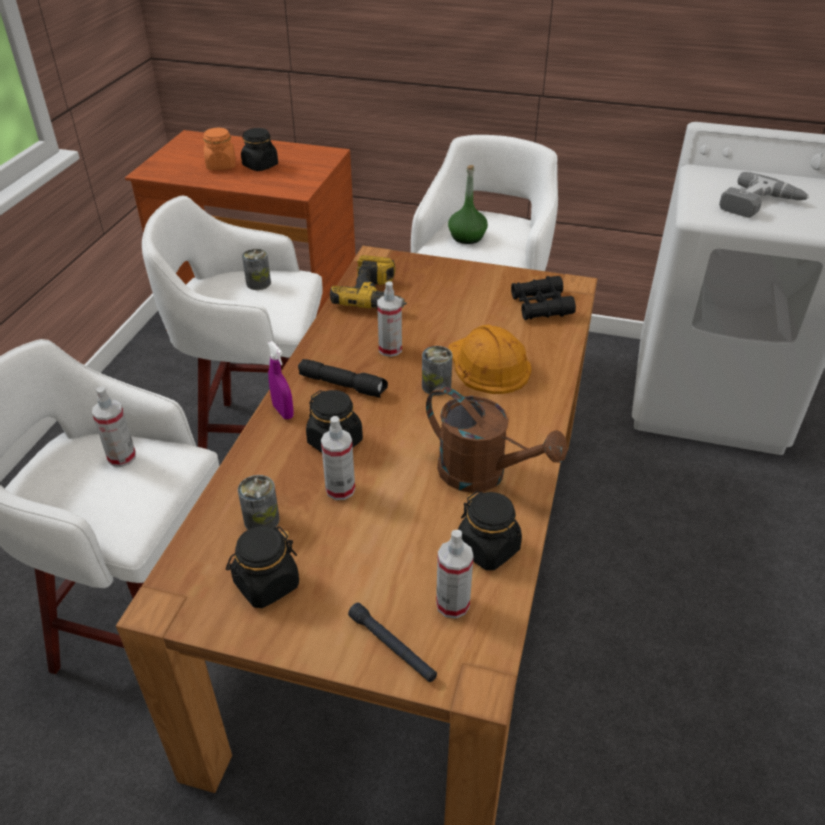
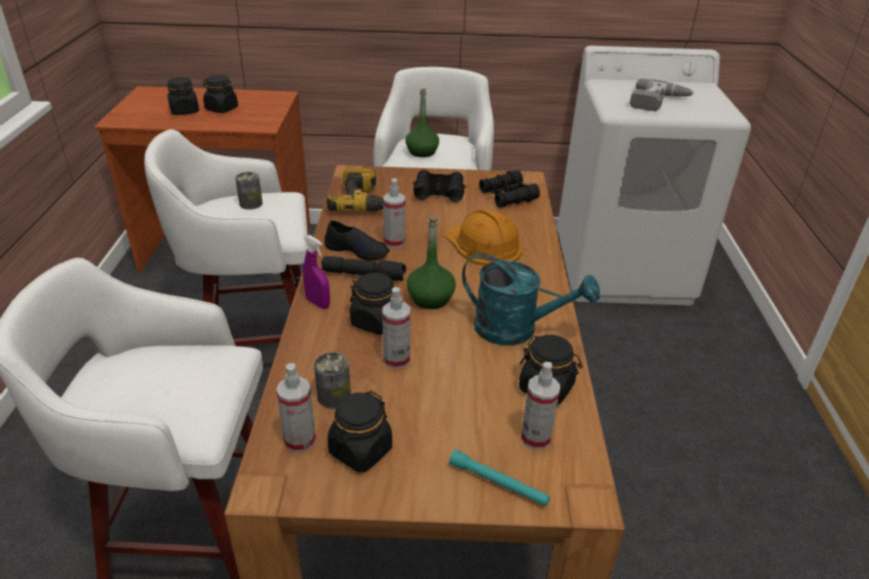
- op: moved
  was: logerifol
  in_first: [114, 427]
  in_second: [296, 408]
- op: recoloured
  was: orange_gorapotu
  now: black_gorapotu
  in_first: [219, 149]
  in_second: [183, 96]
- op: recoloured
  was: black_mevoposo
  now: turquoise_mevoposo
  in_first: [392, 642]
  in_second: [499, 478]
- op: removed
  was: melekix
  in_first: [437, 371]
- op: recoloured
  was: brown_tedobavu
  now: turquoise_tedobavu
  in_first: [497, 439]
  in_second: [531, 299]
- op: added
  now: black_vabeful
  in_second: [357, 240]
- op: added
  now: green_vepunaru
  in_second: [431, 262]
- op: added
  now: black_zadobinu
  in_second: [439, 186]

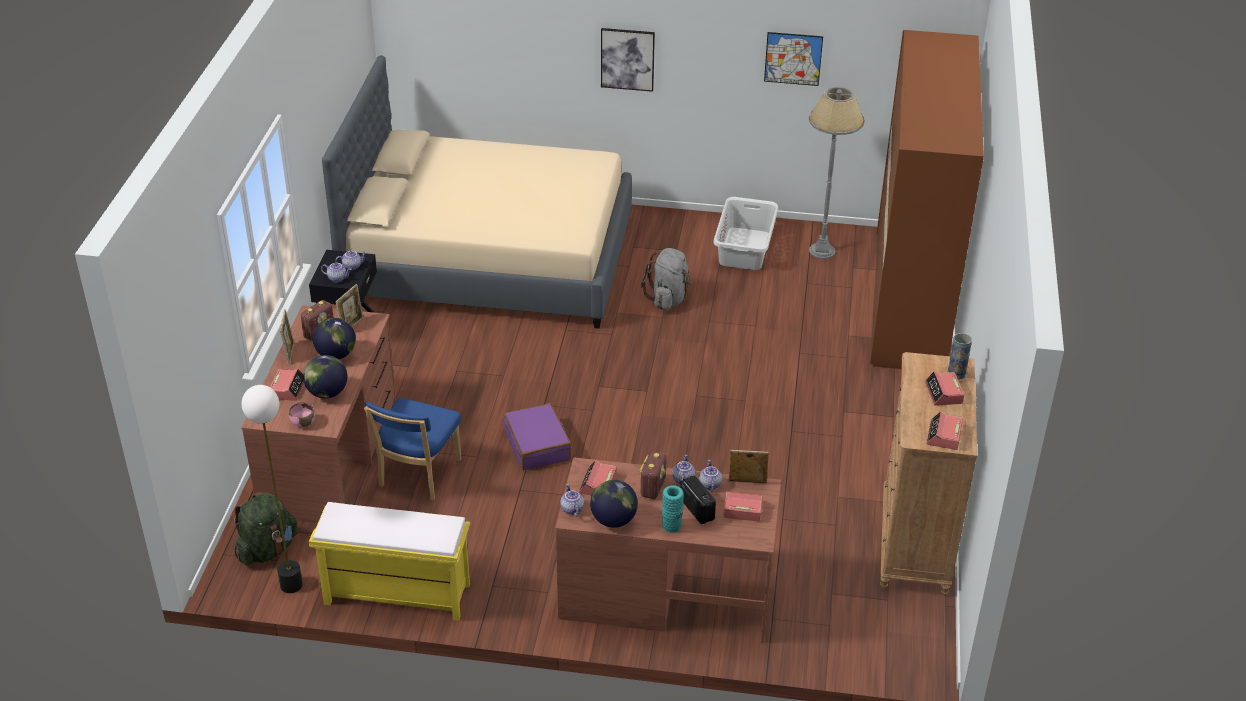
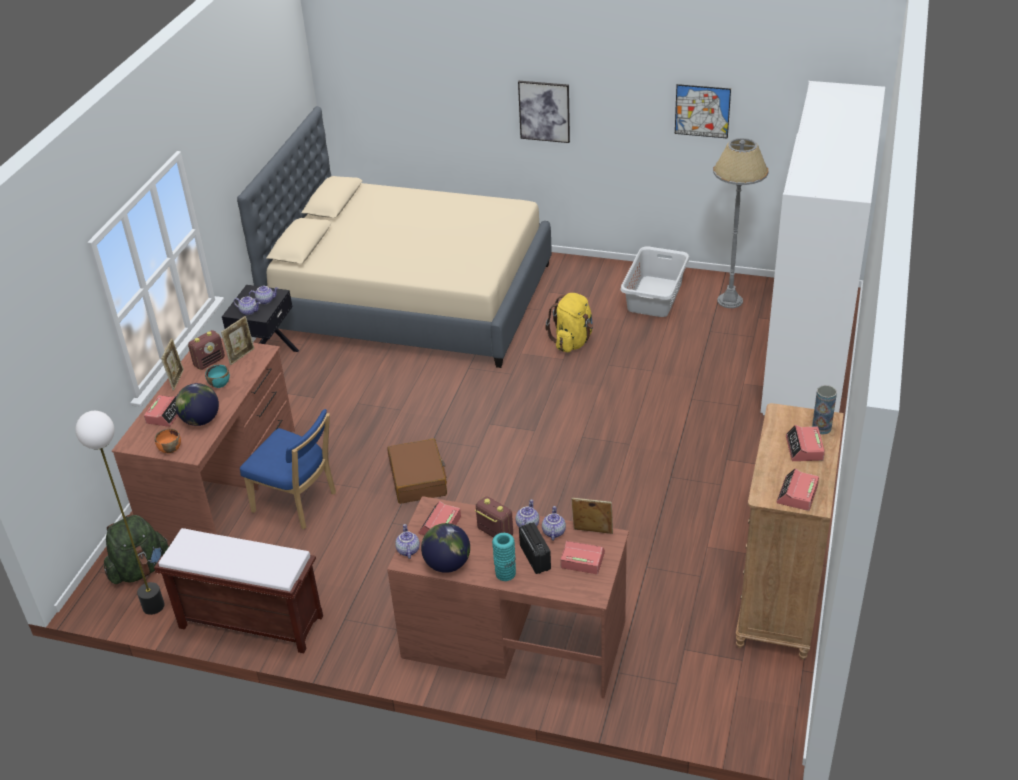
- op: recoloured
  was: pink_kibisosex
  now: orange_kibisosex
  in_first: [302, 415]
  in_second: [168, 441]
- op: recoloured
  was: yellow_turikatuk
  now: brown_turikatuk
  in_first: [389, 561]
  in_second: [238, 590]
- op: replaced
  was: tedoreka
  now: turquoise_kibisosex
  in_first: [334, 338]
  in_second: [217, 376]
- op: turned
  was: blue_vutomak
  in_first: [413, 449]
  in_second: [288, 469]
  clockwise: -90
- op: recoloured
  was: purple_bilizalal
  now: brown_bilizalal
  in_first: [537, 436]
  in_second: [417, 471]
- op: turned
  was: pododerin
  in_first: [653, 475]
  in_second: [494, 517]
  clockwise: -75
- op: recoloured
  was: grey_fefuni
  now: yellow_fefuni
  in_first: [666, 279]
  in_second: [569, 322]
- op: recoloured
  was: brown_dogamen
  now: white_dogamen
  in_first: [927, 199]
  in_second: [823, 248]

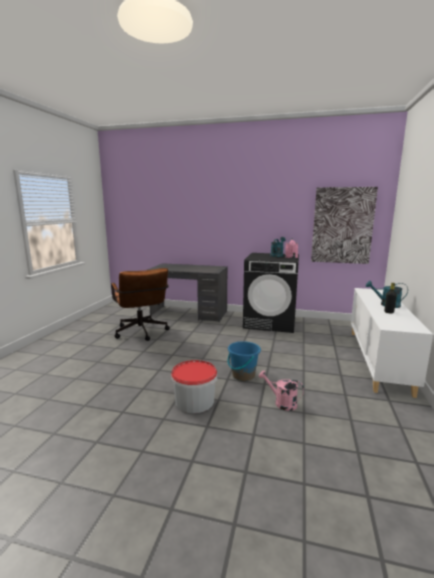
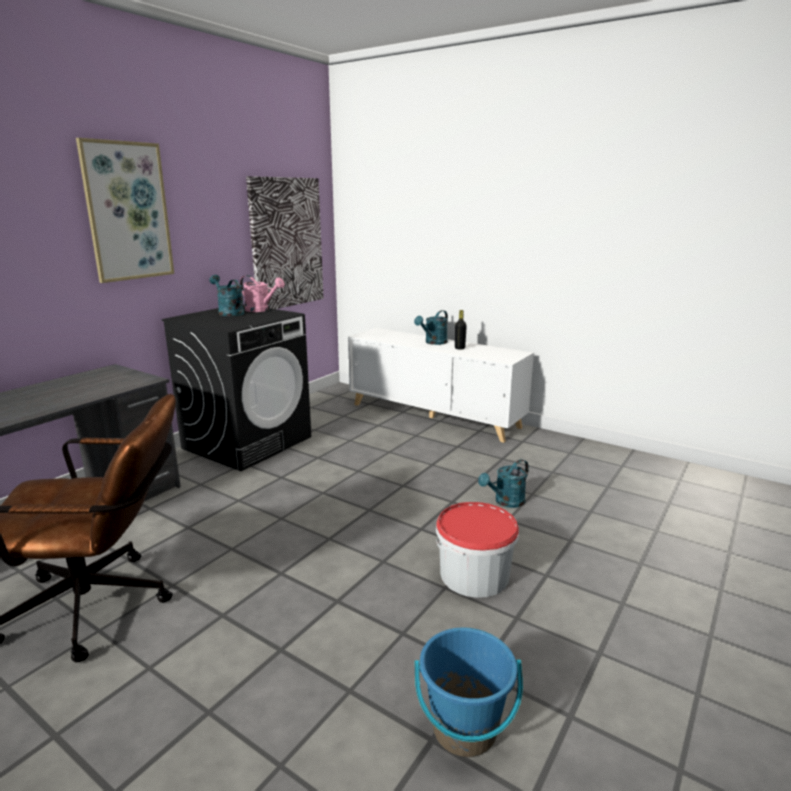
- op: moved
  was: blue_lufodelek
  in_first: [244, 361]
  in_second: [469, 692]
- op: recoloured
  was: pink_tedobavu
  now: turquoise_tedobavu
  in_first: [281, 390]
  in_second: [503, 483]
- op: added
  now: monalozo
  in_second: [125, 210]

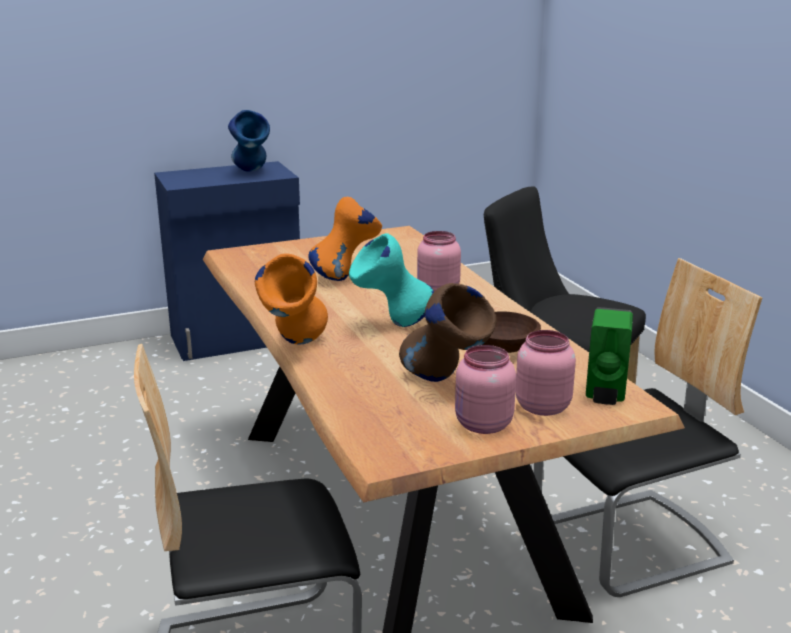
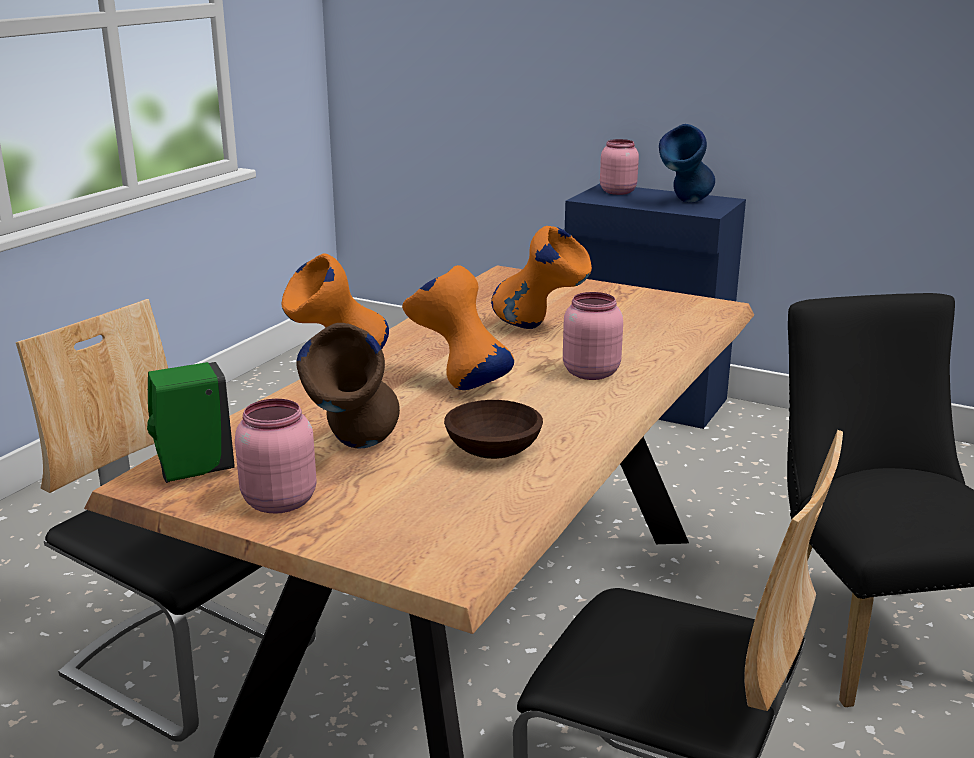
- op: recoloured
  was: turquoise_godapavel
  now: orange_godapavel
  in_first: [391, 280]
  in_second: [458, 327]
- op: moved
  was: pink_gorapotu
  in_first: [546, 373]
  in_second: [619, 167]
- op: moved
  was: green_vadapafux
  in_first: [609, 356]
  in_second: [191, 422]

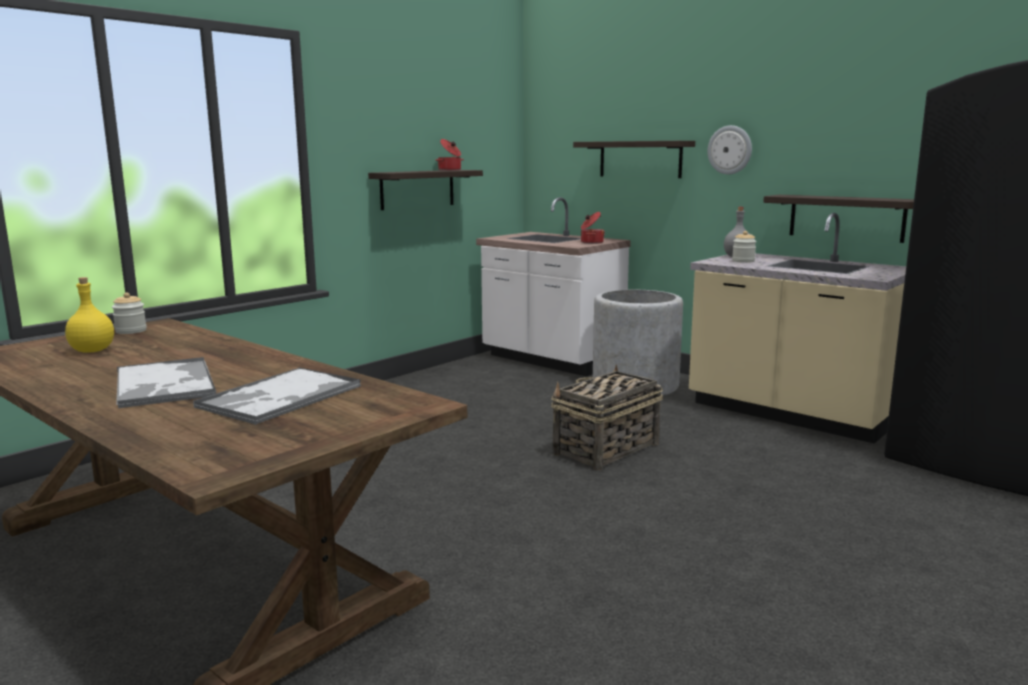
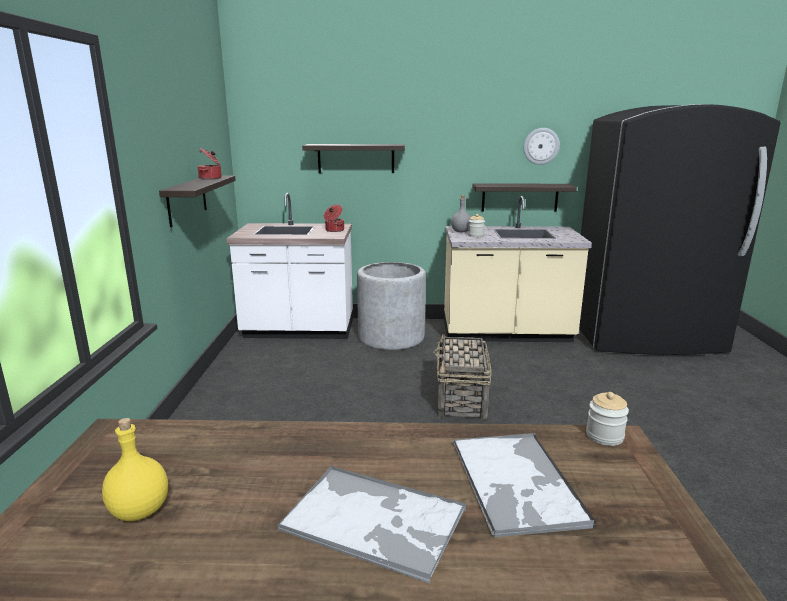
- op: moved
  was: gorapotu
  in_first: [129, 313]
  in_second: [607, 419]
- op: moved
  was: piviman
  in_first: [729, 150]
  in_second: [542, 146]

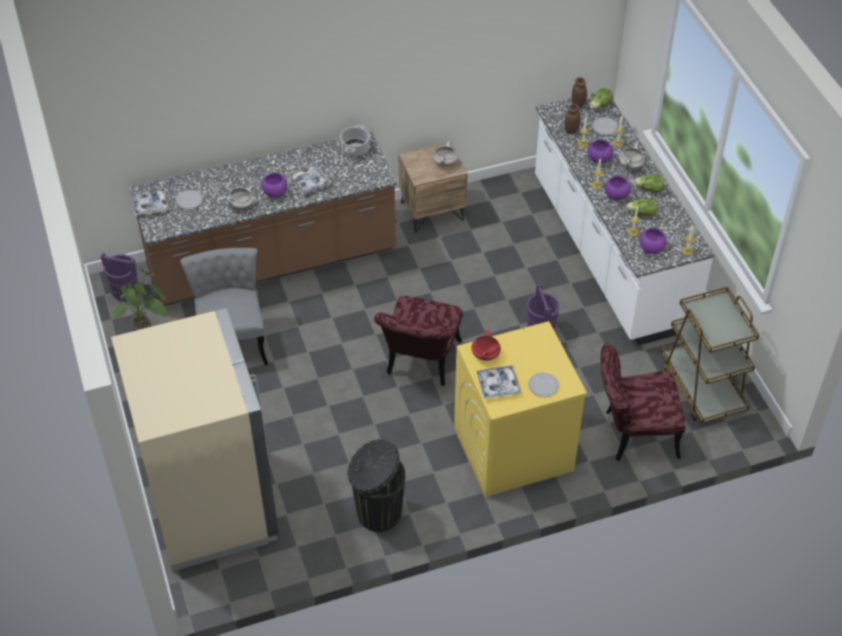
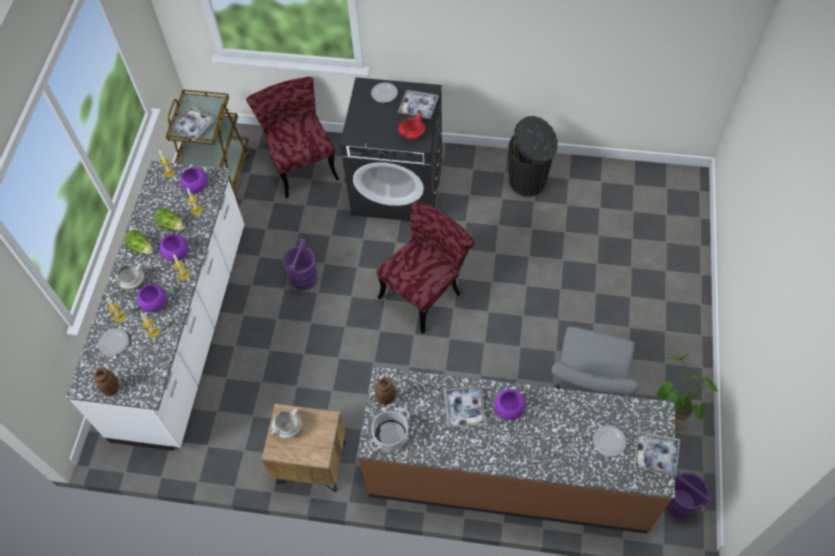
- op: removed
  was: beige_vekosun
  in_first: [195, 440]
- op: removed
  was: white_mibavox
  in_first: [240, 198]
- op: recoloured
  was: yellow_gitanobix
  now: black_gitanobix
  in_first: [520, 409]
  in_second: [391, 149]
- op: moved
  was: brown_gorapotu
  in_first: [572, 119]
  in_second: [385, 391]
- op: removed
  was: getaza
  in_first: [601, 98]
- op: turned
  was: red_vutomak
  in_first: [643, 402]
  in_second: [293, 137]
  clockwise: -135
- op: added
  now: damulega
  in_second: [192, 123]

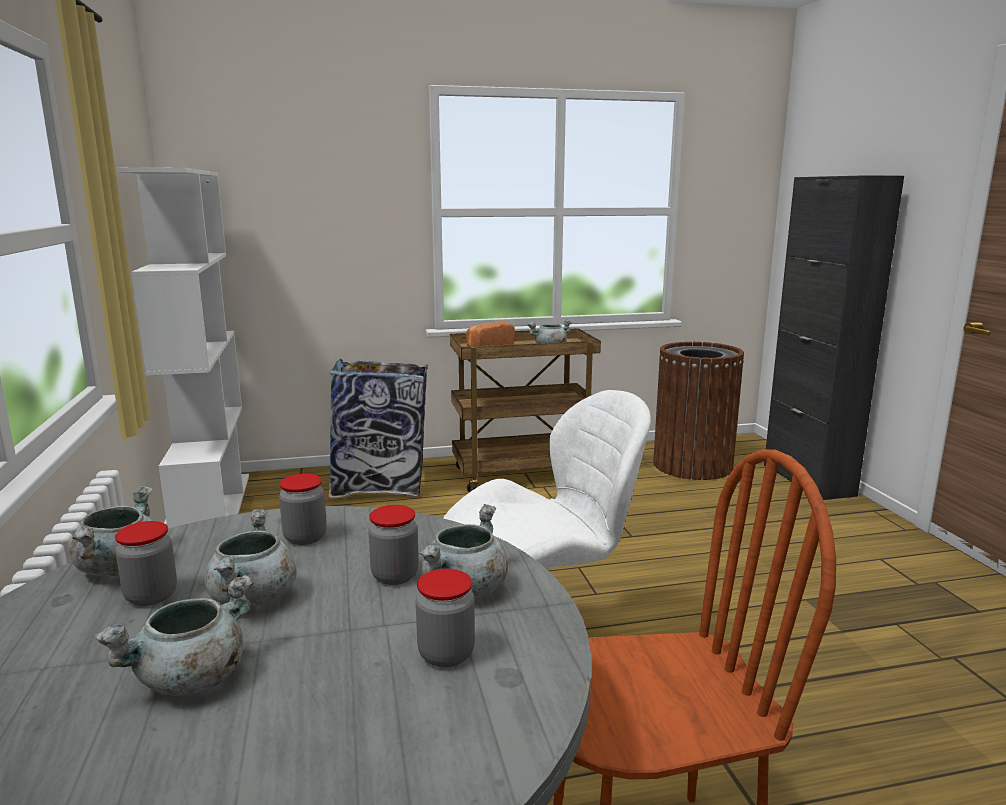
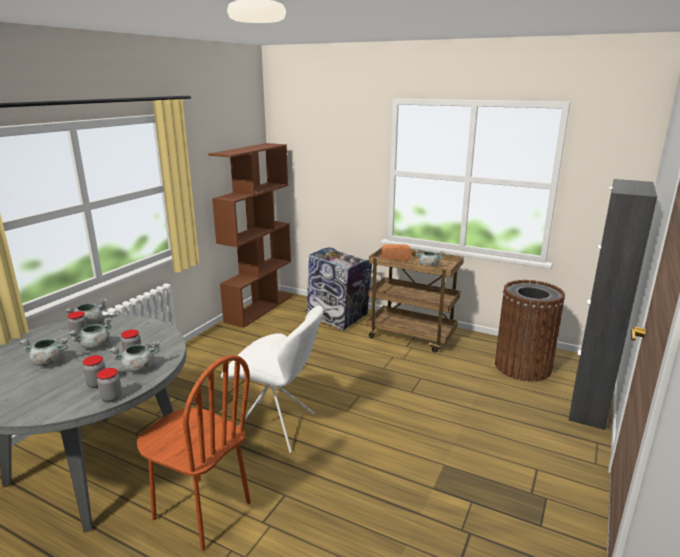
- op: recoloured
  was: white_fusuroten
  now: brown_fusuroten
  in_first: [183, 348]
  in_second: [250, 235]
- op: moved
  was: gorapotu
  in_first: [303, 509]
  in_second: [109, 385]

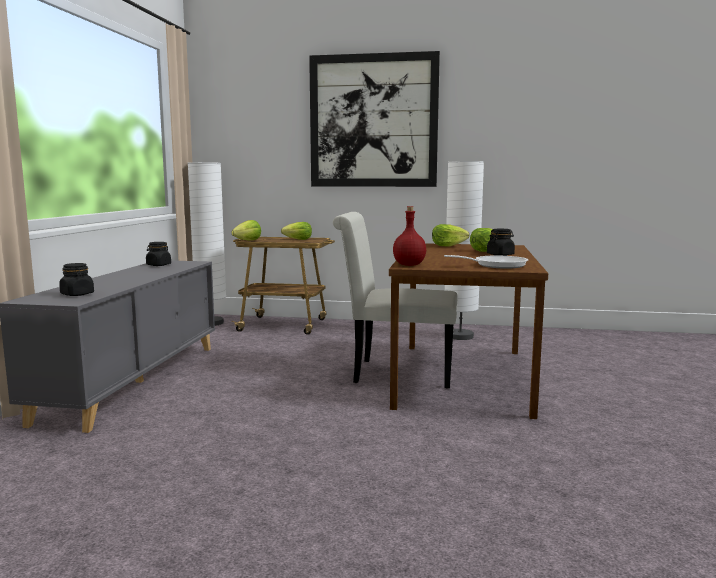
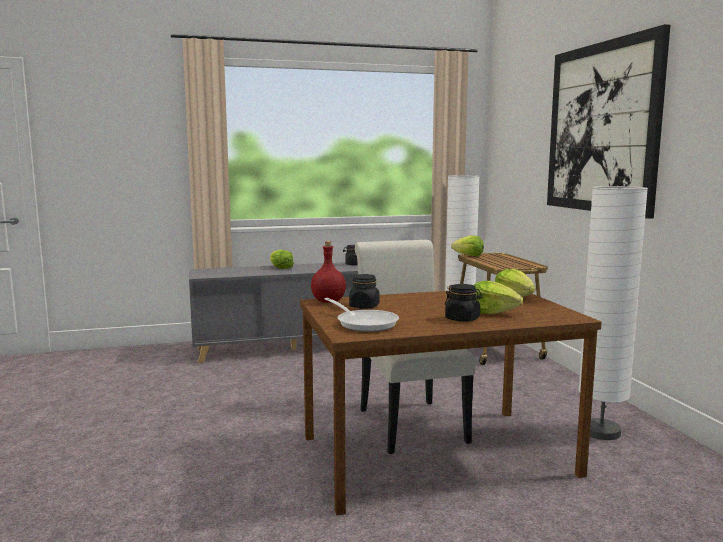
- op: moved
  was: black_gorapotu
  in_first: [76, 279]
  in_second: [364, 291]
- op: moved
  was: getaza
  in_first: [296, 231]
  in_second: [282, 259]

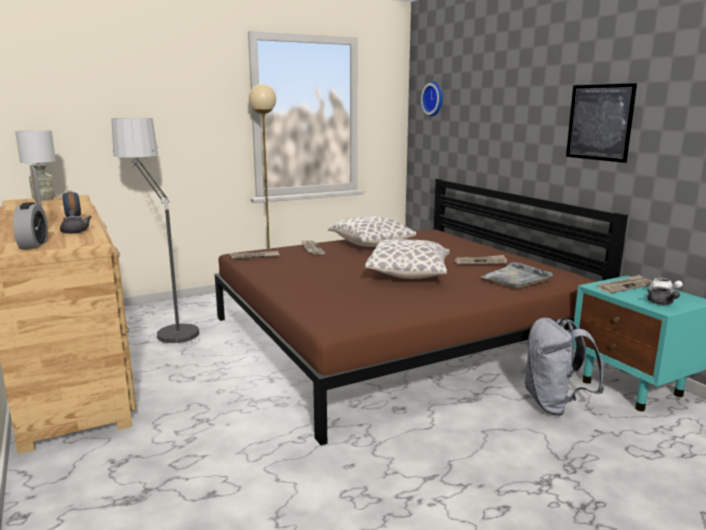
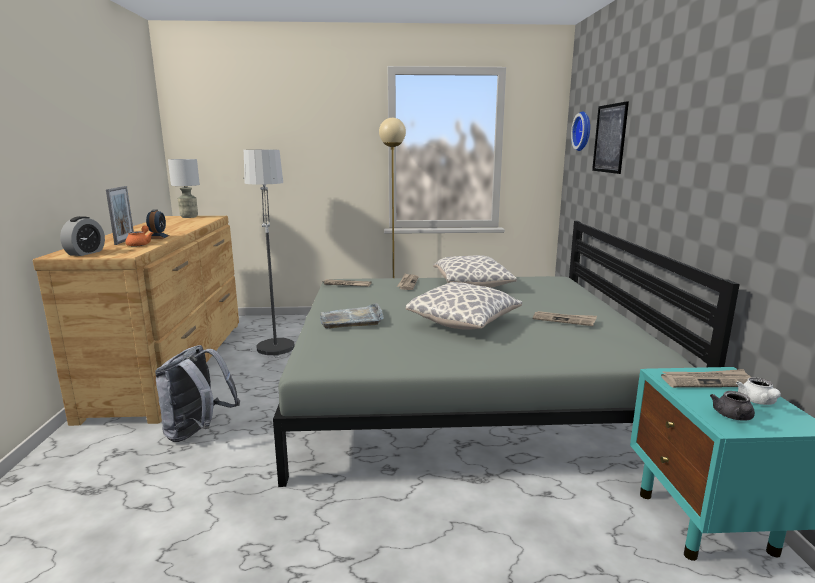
- op: recoloured
  was: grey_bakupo
  now: orange_bakupo
  in_first: [76, 221]
  in_second: [139, 235]
- op: recoloured
  was: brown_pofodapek
  now: grey_pofodapek
  in_first: [421, 312]
  in_second: [506, 354]
- op: moved
  was: grey_damulega
  in_first: [517, 275]
  in_second: [352, 315]
- op: moved
  was: grey_fefuni
  in_first: [564, 367]
  in_second: [197, 393]
- op: moved
  was: monalozo
  in_first: [601, 123]
  in_second: [610, 137]

